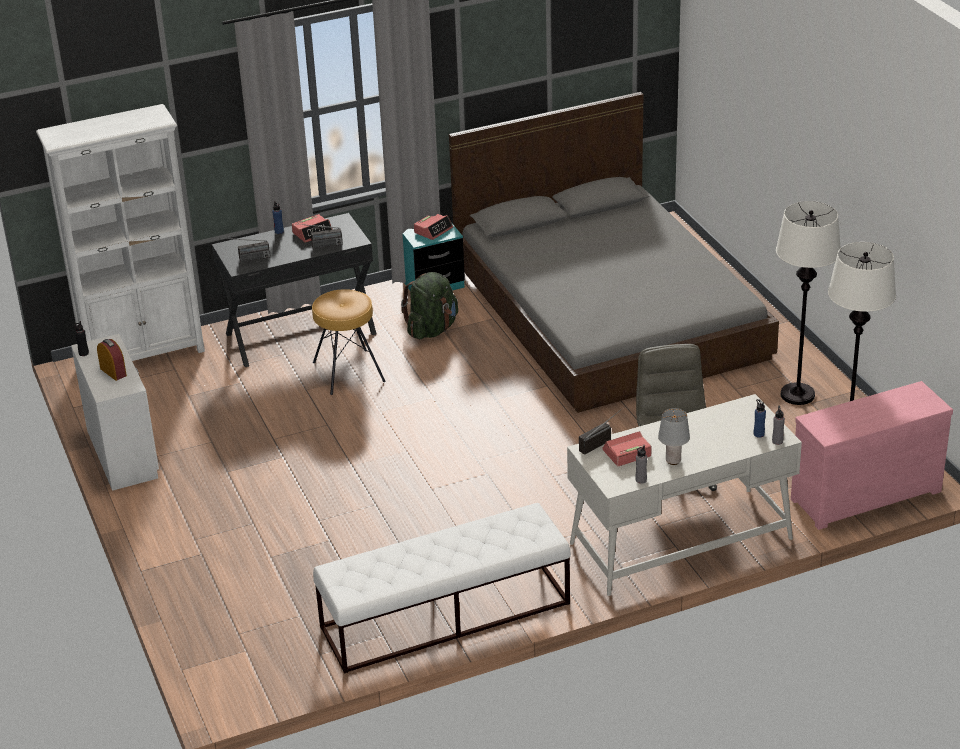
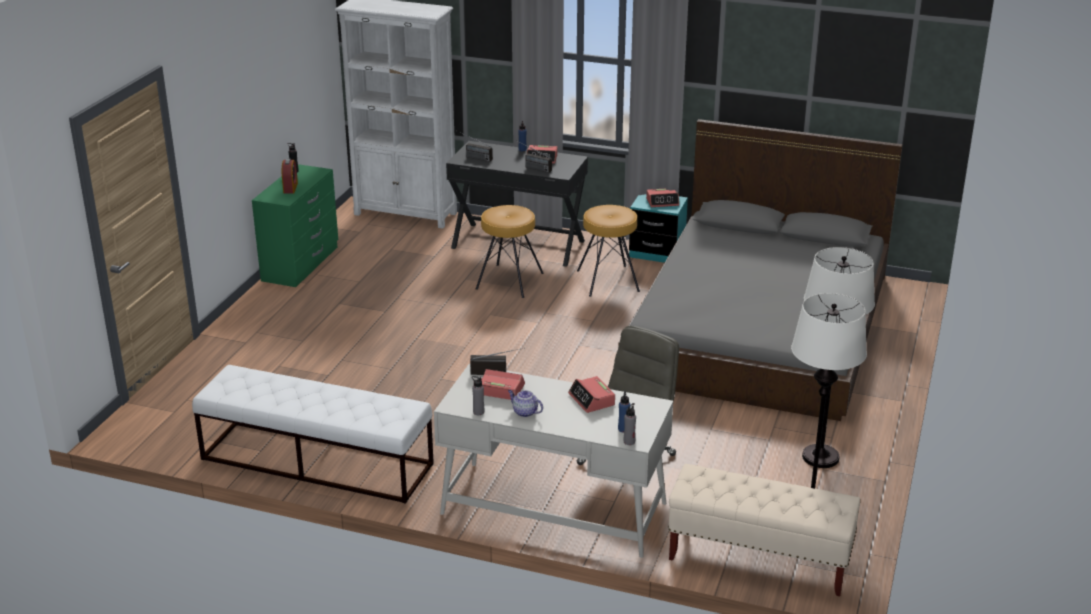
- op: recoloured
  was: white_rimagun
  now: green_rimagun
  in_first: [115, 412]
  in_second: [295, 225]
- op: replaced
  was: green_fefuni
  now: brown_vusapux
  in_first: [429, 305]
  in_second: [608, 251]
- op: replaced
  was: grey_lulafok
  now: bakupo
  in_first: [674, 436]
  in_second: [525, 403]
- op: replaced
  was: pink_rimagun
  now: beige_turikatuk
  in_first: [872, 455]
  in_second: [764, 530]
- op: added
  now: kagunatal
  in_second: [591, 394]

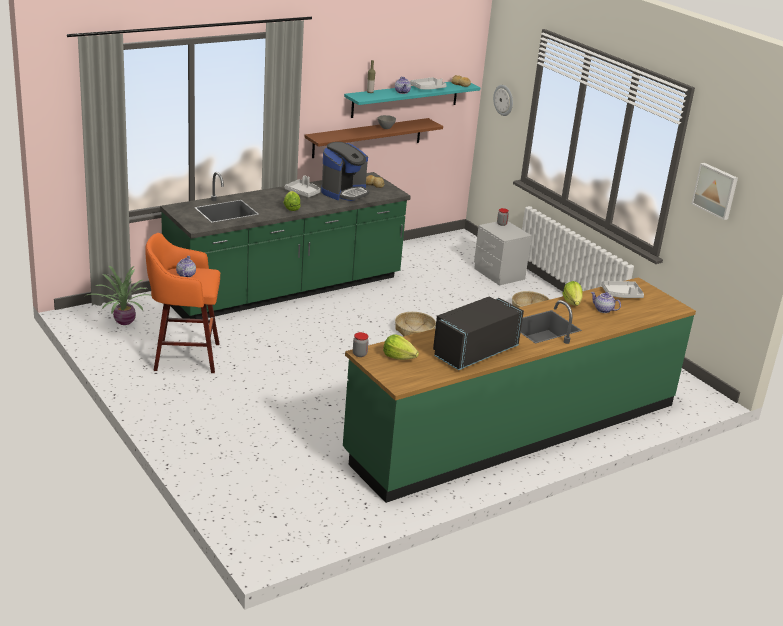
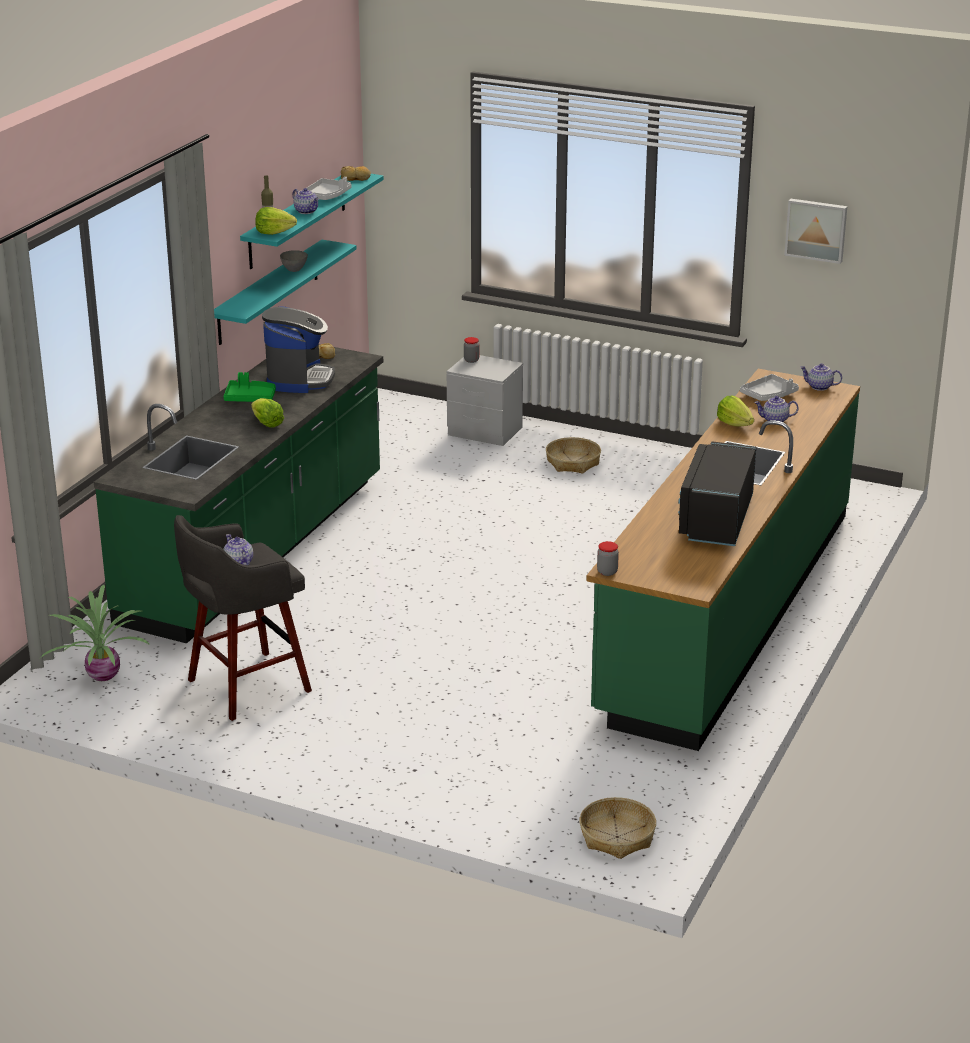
- op: recoloured
  was: orange_vusapux
  now: grey_vusapux
  in_first: [182, 303]
  in_second: [243, 618]
- op: recoloured
  was: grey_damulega
  now: green_damulega
  in_first: [302, 186]
  in_second: [249, 387]
- op: recoloured
  was: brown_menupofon
  now: turquoise_menupofon
  in_first: [374, 138]
  in_second: [285, 292]
- op: moved
  was: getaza
  in_first: [401, 347]
  in_second: [276, 221]
- op: moved
  was: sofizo
  in_first: [415, 324]
  in_second: [617, 828]
- op: removed
  was: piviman
  in_first: [503, 100]
- op: added
  now: bakupo
  in_second: [821, 377]

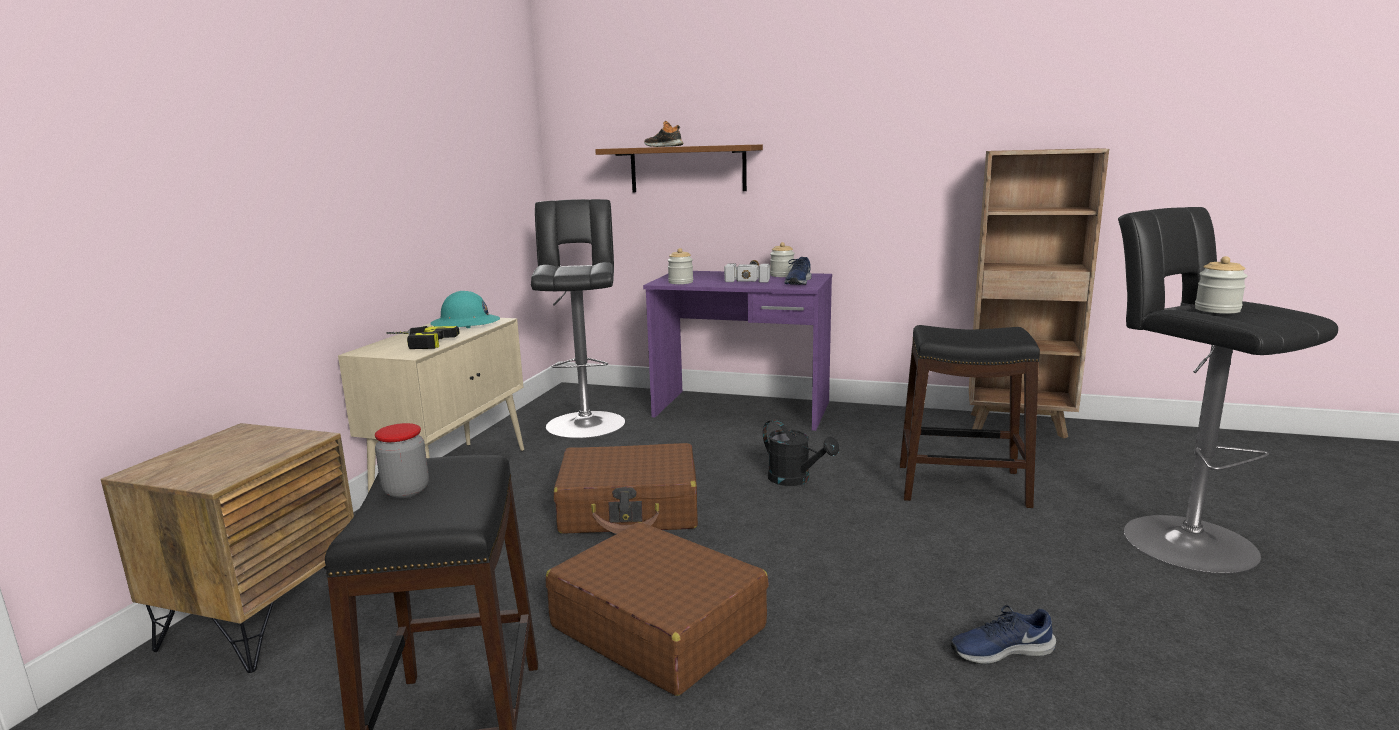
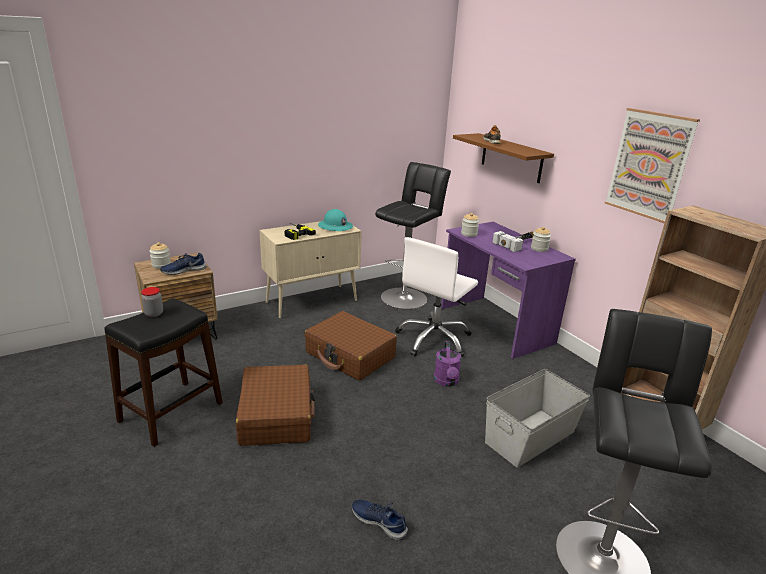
- op: recoloured
  was: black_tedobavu
  now: purple_tedobavu
  in_first: [801, 452]
  in_second: [447, 364]
- op: moved
  was: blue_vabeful
  in_first: [798, 271]
  in_second: [183, 264]
- op: replaced
  was: black_vusapux
  now: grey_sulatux
  in_first: [970, 416]
  in_second: [537, 418]
- op: moved
  was: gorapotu
  in_first: [1221, 285]
  in_second: [160, 255]
- op: added
  now: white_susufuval
  in_second: [436, 297]
- op: added
  now: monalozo
  in_second: [652, 165]

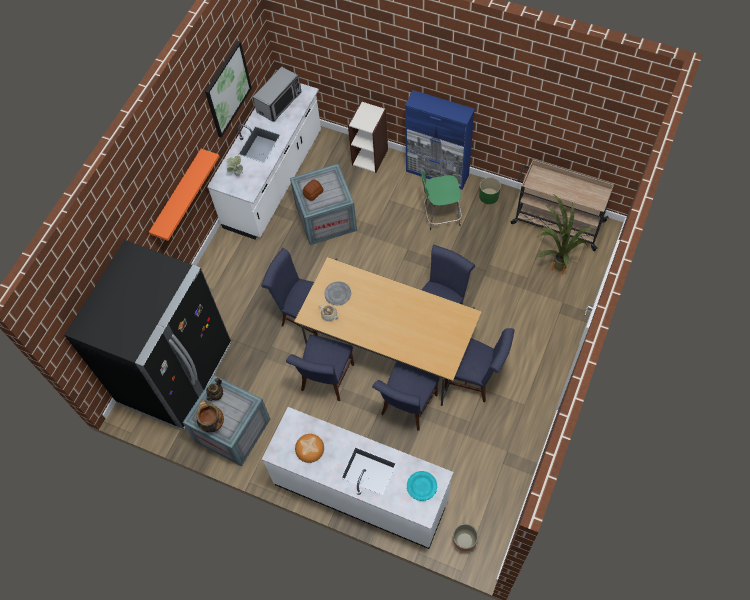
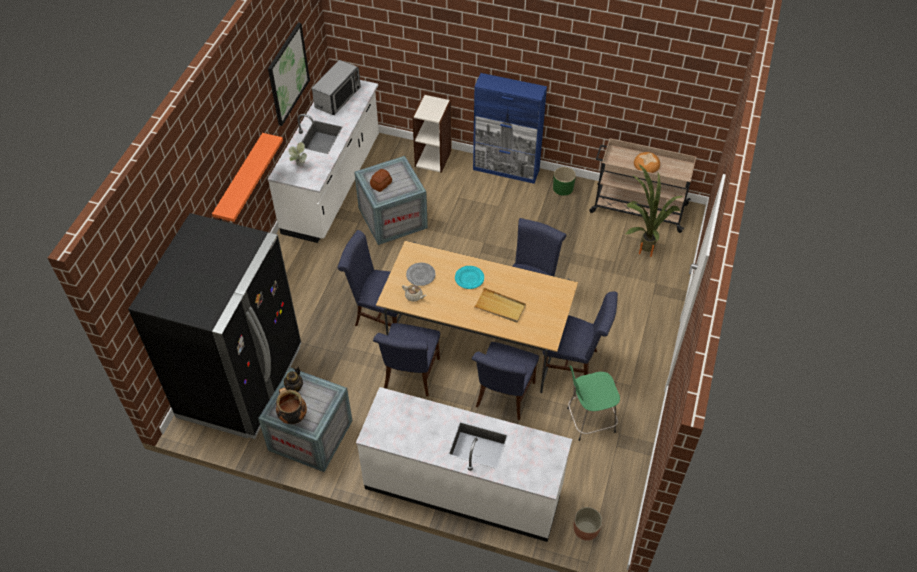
- op: moved
  was: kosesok
  in_first: [309, 448]
  in_second: [647, 162]
- op: moved
  was: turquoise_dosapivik
  in_first: [422, 486]
  in_second: [469, 277]
- op: moved
  was: green_vusapux
  in_first: [441, 199]
  in_second: [593, 403]
- op: added
  now: beige_damulega
  in_second: [500, 305]

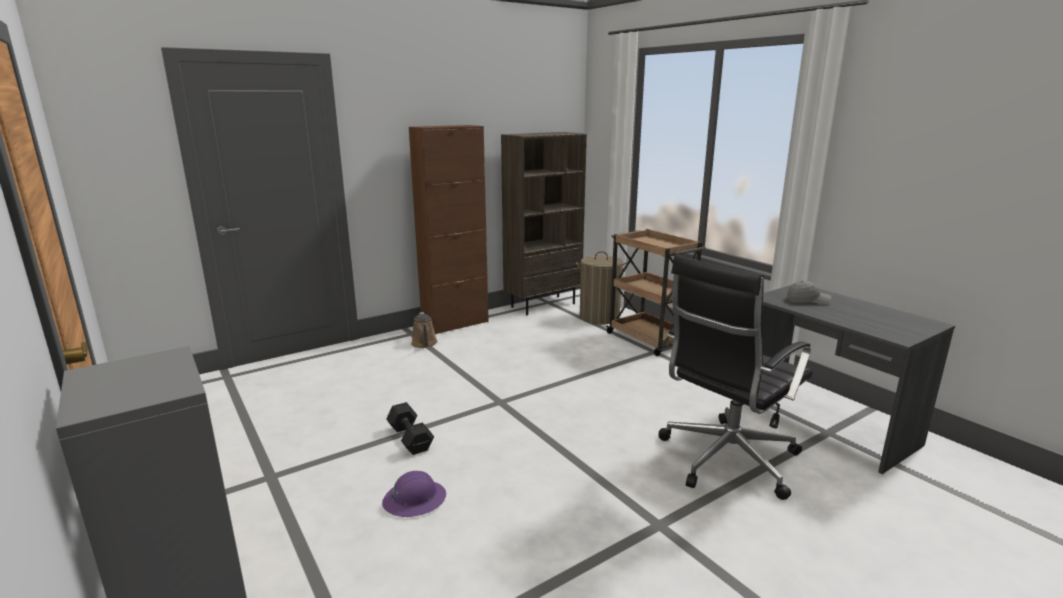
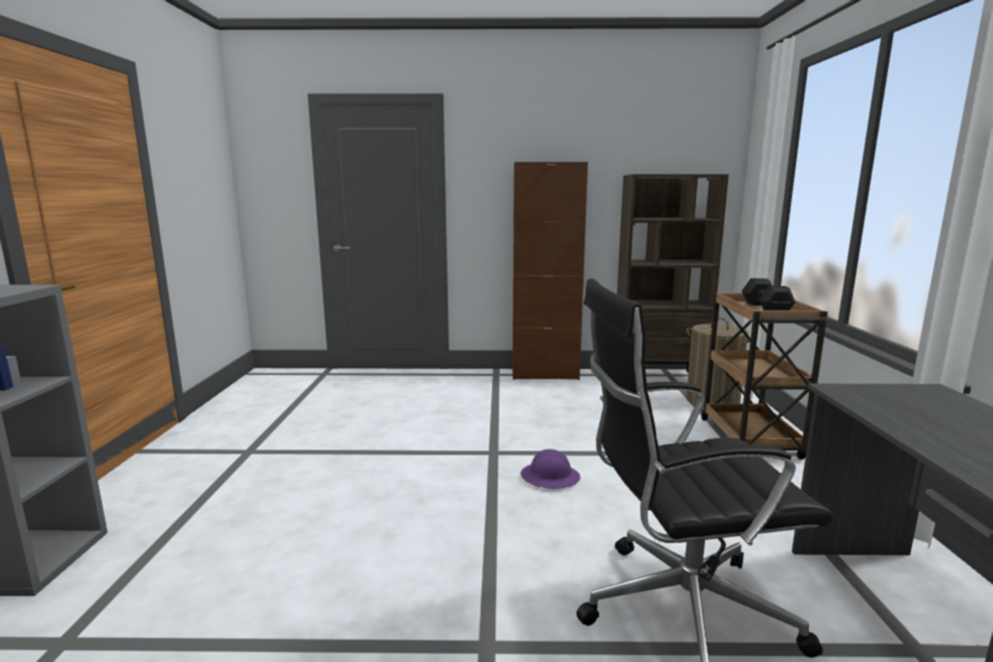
- op: moved
  was: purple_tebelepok
  in_first: [414, 494]
  in_second: [550, 469]
- op: moved
  was: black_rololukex
  in_first: [410, 428]
  in_second: [769, 294]
- op: removed
  was: brown_tedobavu
  in_first: [424, 330]
- op: removed
  was: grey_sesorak
  in_first: [809, 293]

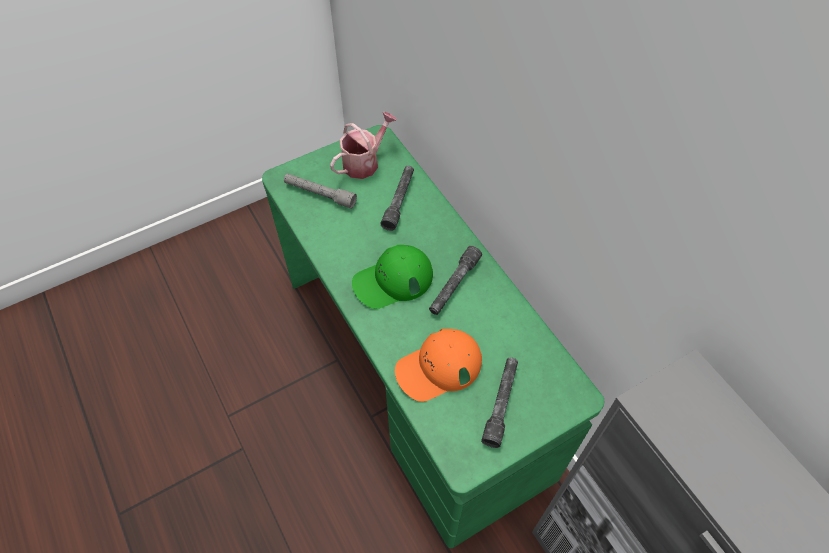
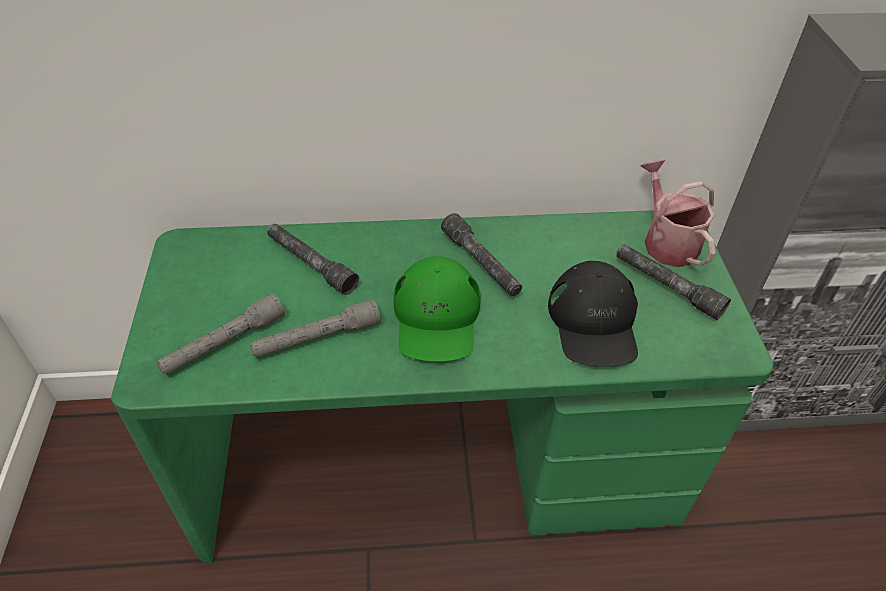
- op: moved
  was: tedobavu
  in_first: [363, 145]
  in_second: [678, 213]
- op: recoloured
  was: orange_sesorak
  now: black_sesorak
  in_first: [438, 365]
  in_second: [593, 314]
- op: added
  now: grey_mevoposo
  in_second: [315, 328]

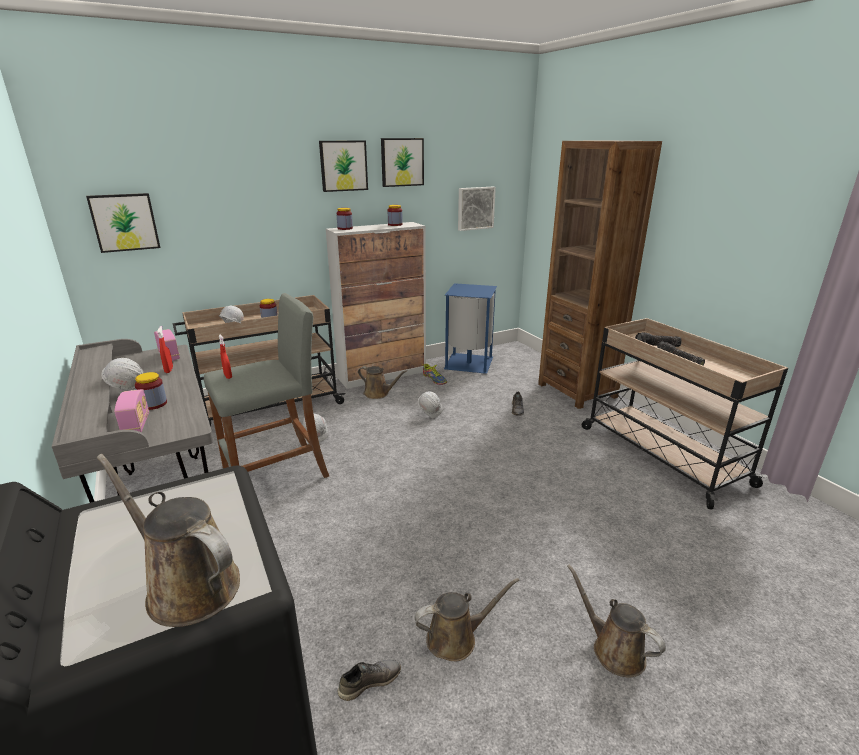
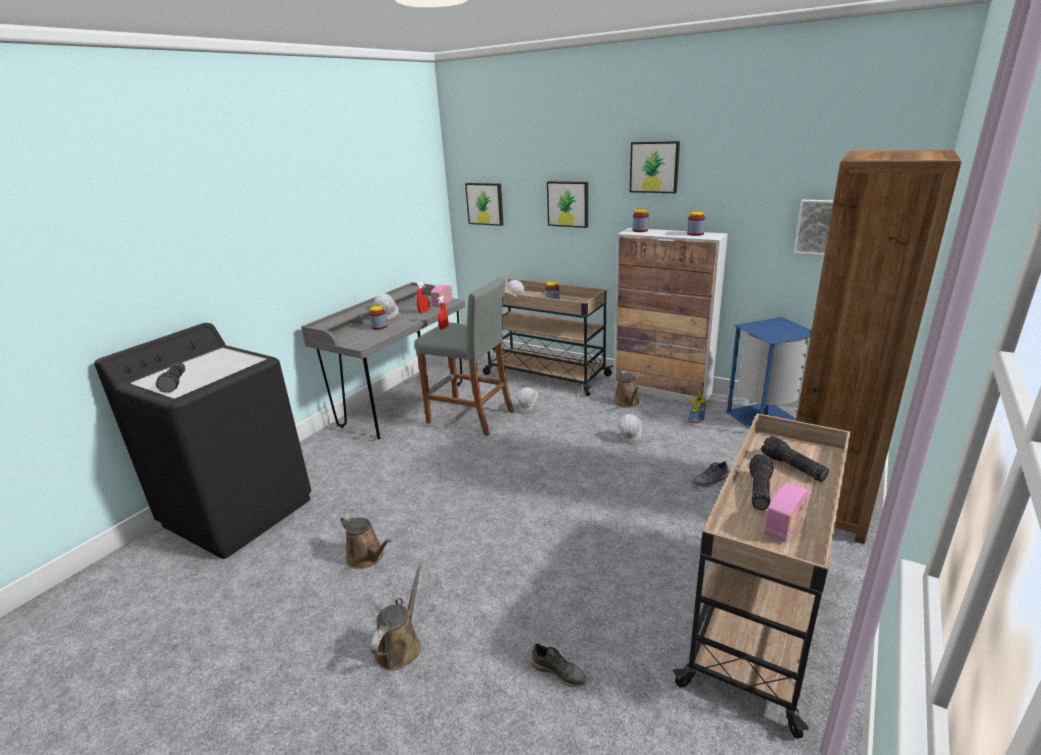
- op: replaced
  was: brown_tedobavu
  now: mevoposo
  in_first: [168, 540]
  in_second: [170, 377]
- op: moved
  was: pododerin
  in_first: [131, 410]
  in_second: [786, 512]
- op: moved
  was: grey_vabeful
  in_first: [369, 680]
  in_second: [558, 665]
- op: moved
  was: monalozo
  in_first: [402, 162]
  in_second: [567, 204]

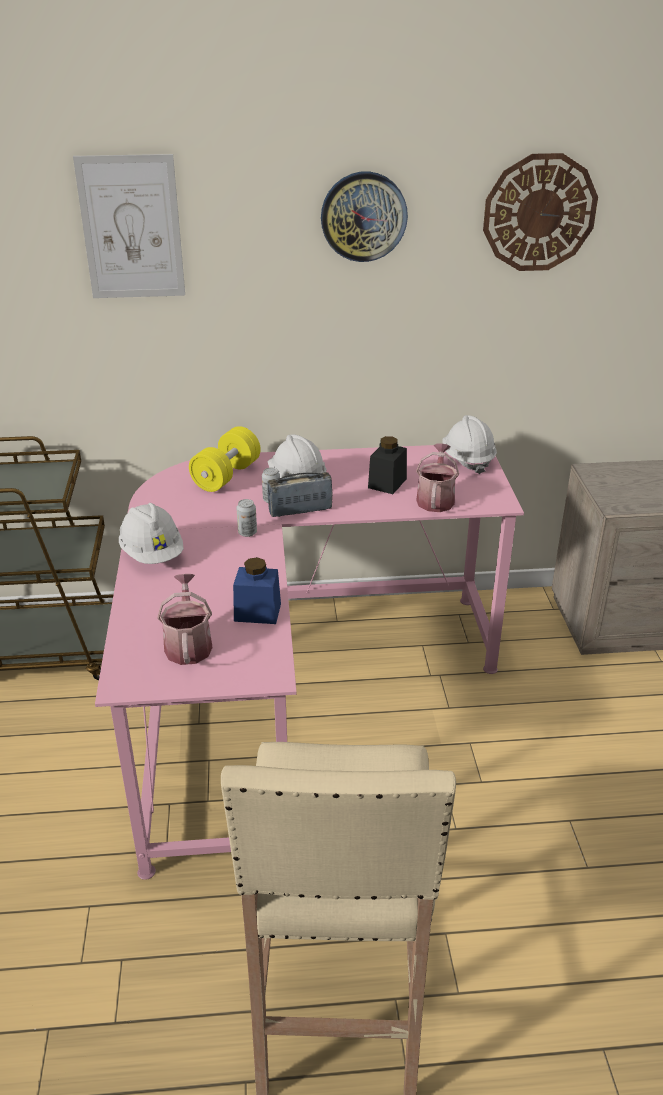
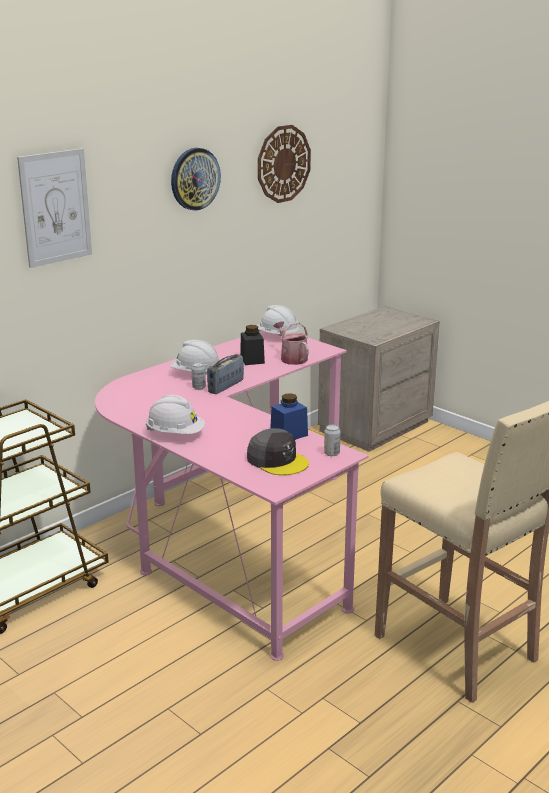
- op: replaced
  was: tedobavu
  now: grey_sesorak
  in_first: [185, 619]
  in_second: [278, 451]
- op: removed
  was: yellow_rololukex
  in_first: [225, 459]
- op: moved
  was: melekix
  in_first: [246, 518]
  in_second: [332, 440]

